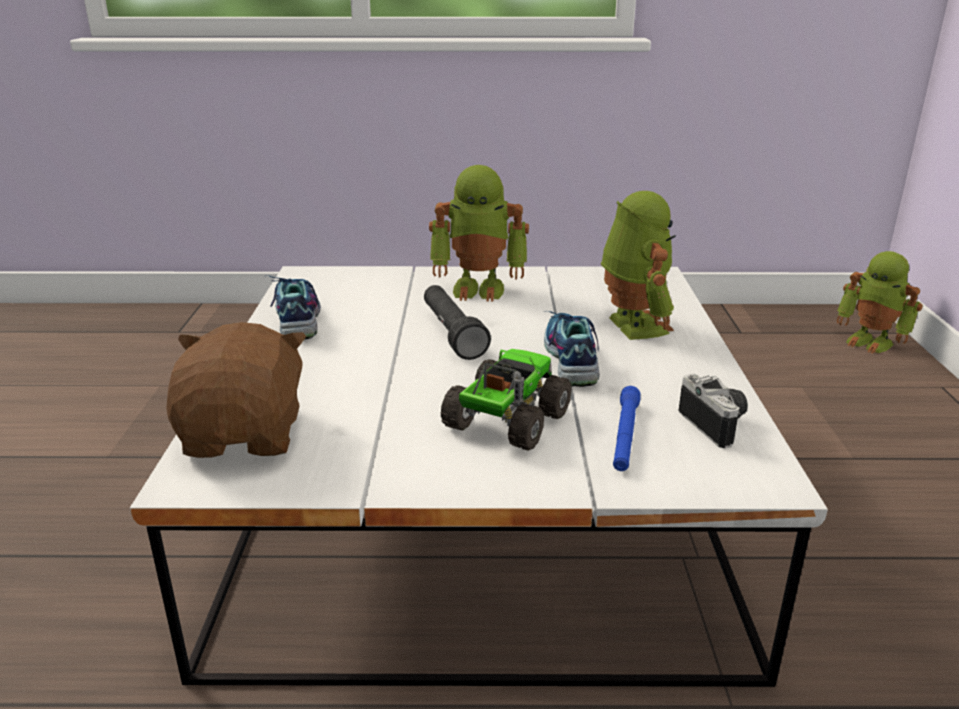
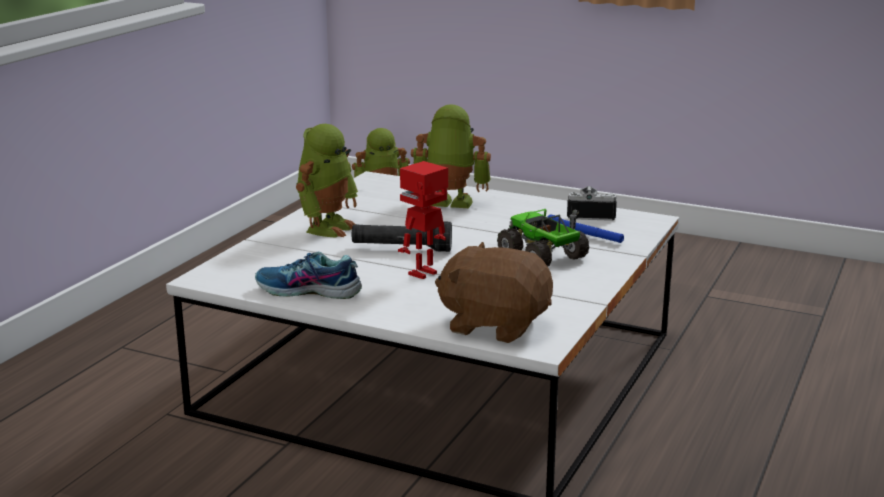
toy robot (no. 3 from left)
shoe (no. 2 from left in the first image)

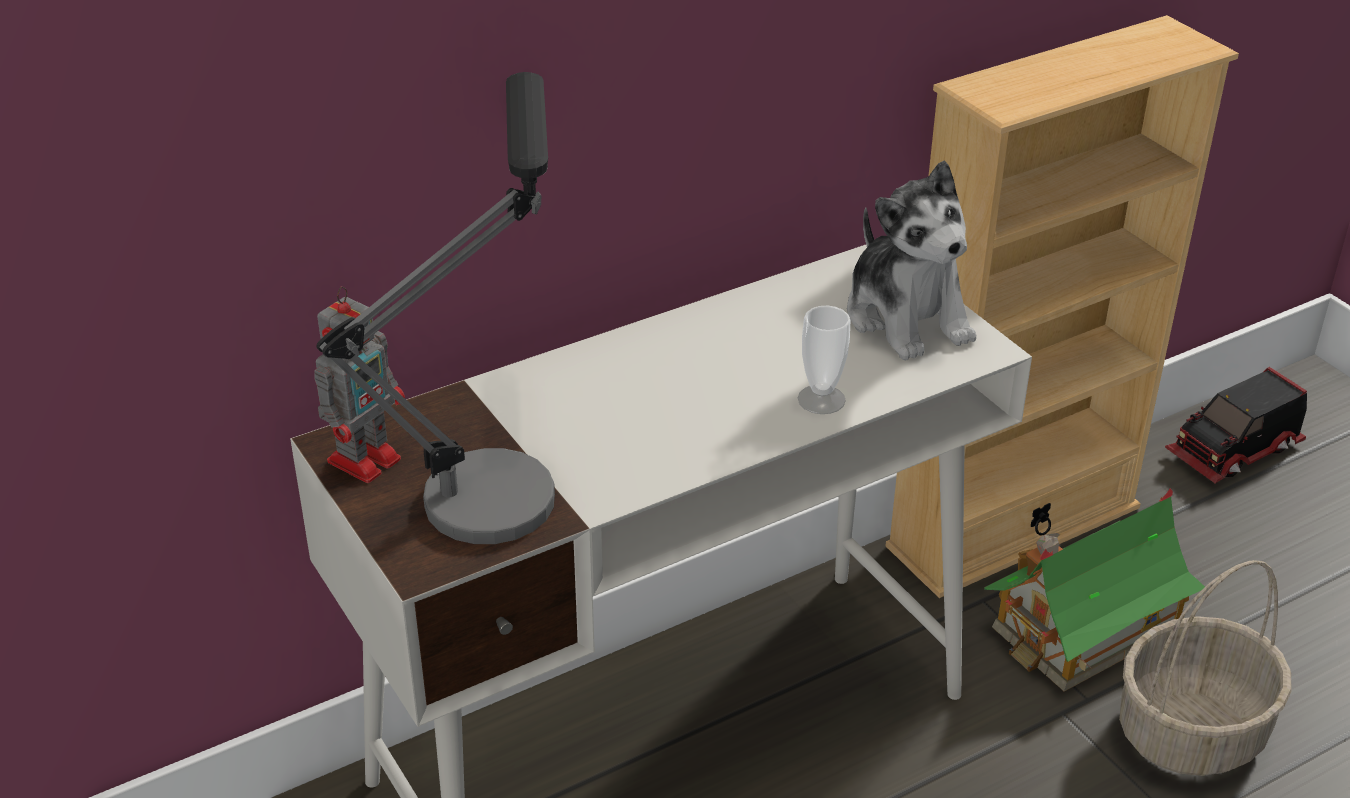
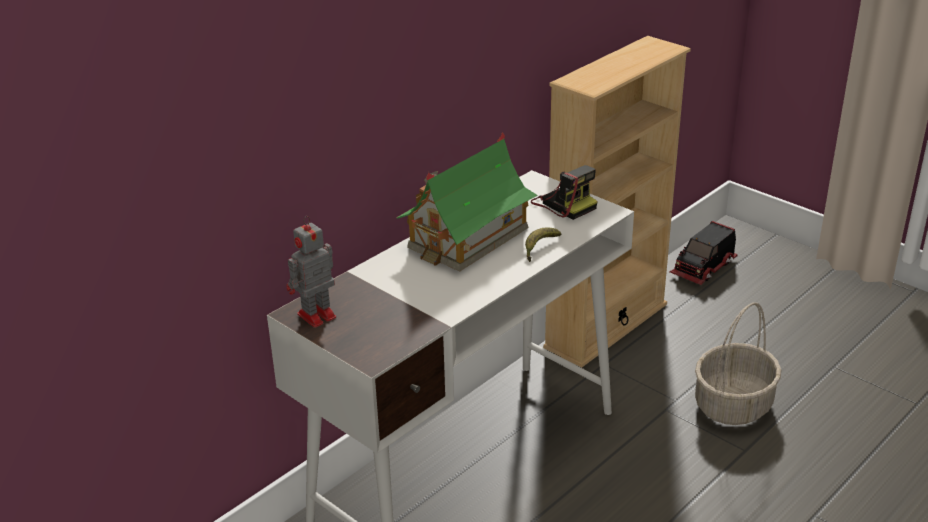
toy robot
toy house
banana
photo camera
table lamp

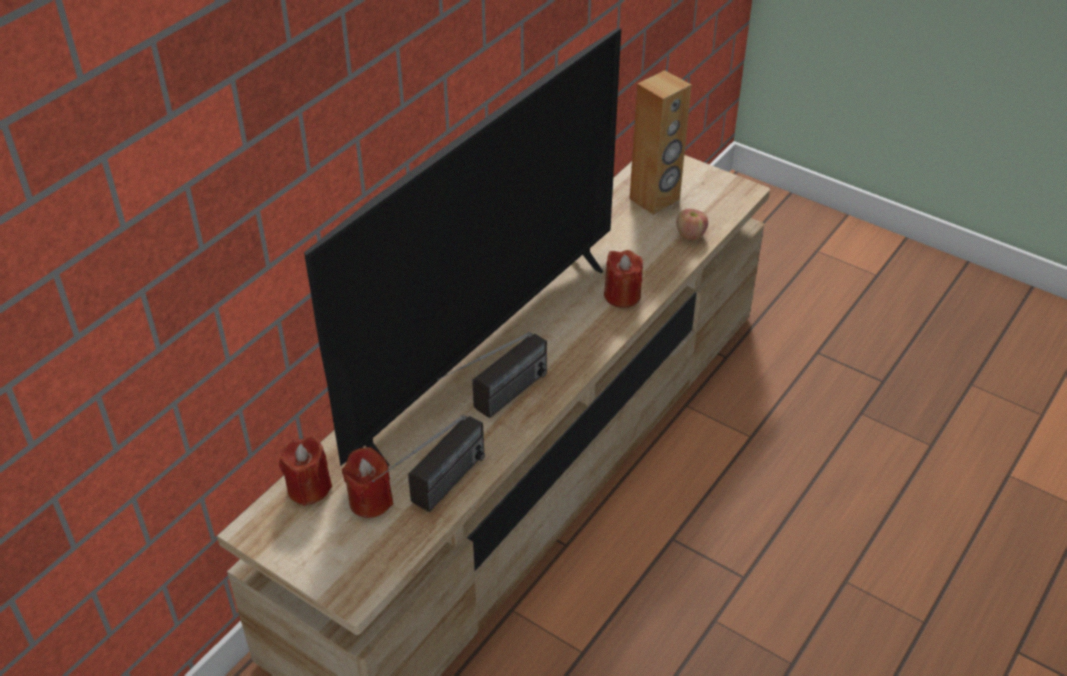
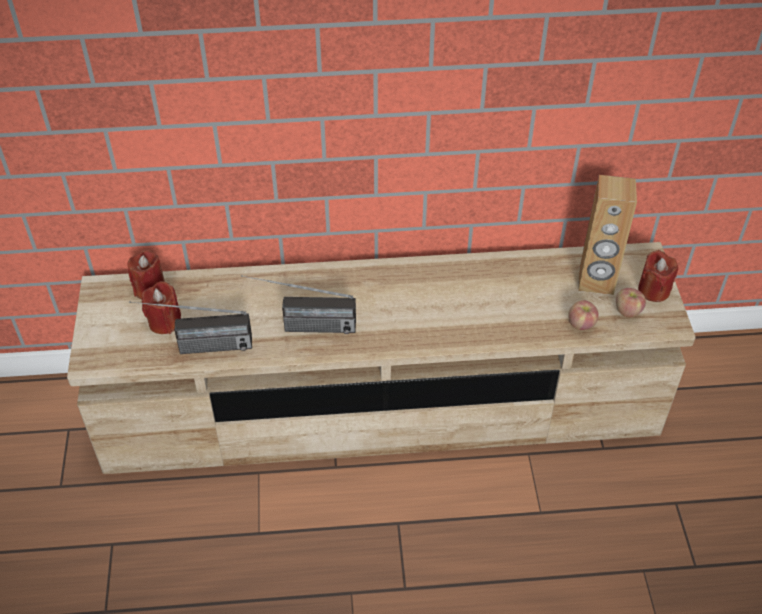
apple (no. 2 from left)
red candle (no. 3 from left)
television

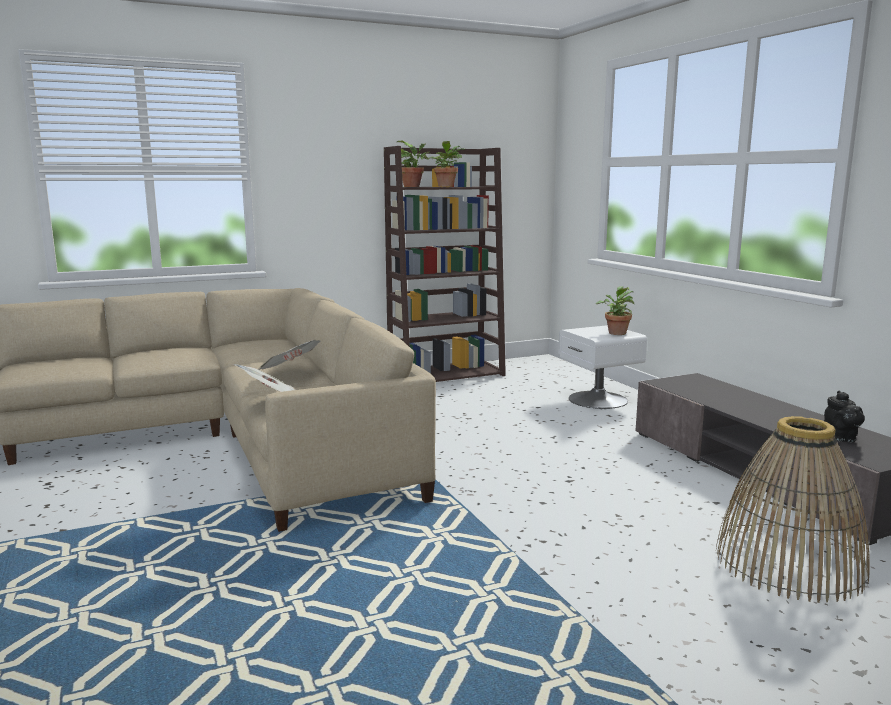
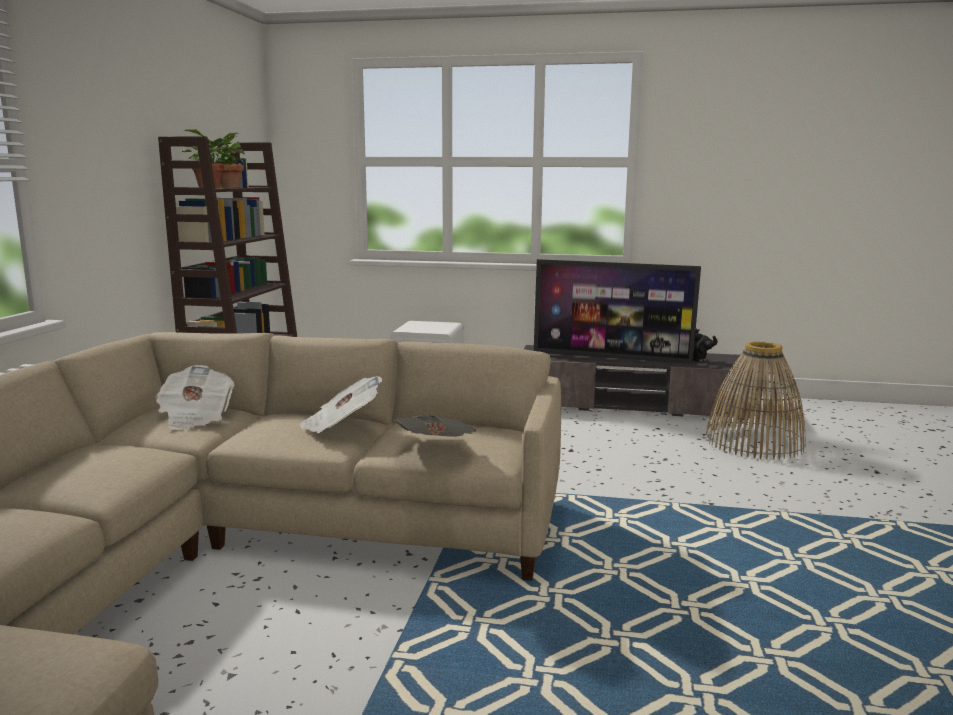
newspaper (no. 1 from left)
television
potted plant (no. 3 from left in the first image)

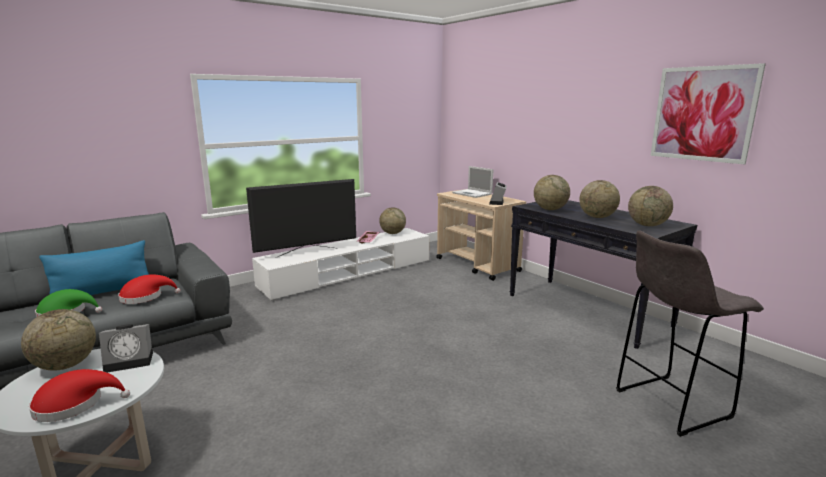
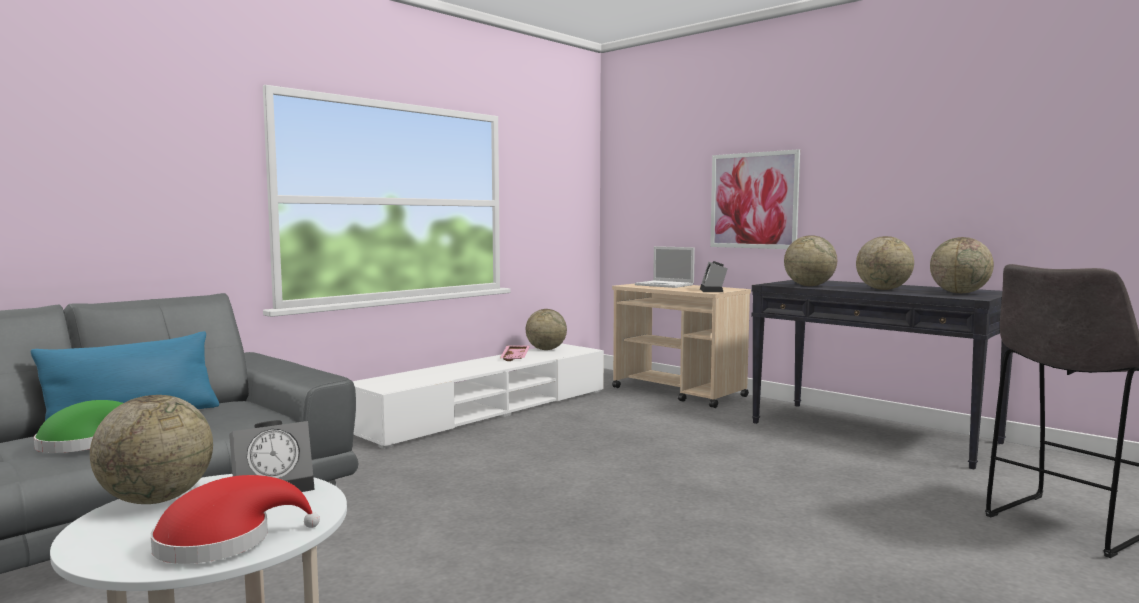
picture
red hat (no. 2 from left in the first image)
television

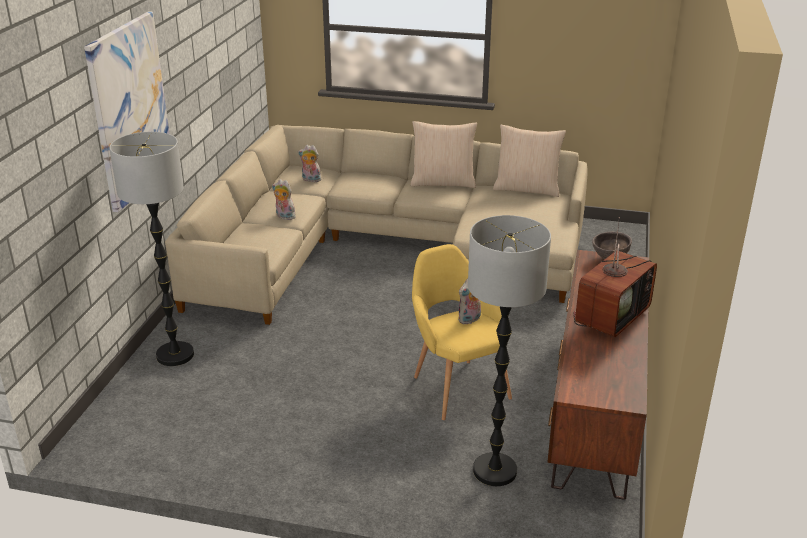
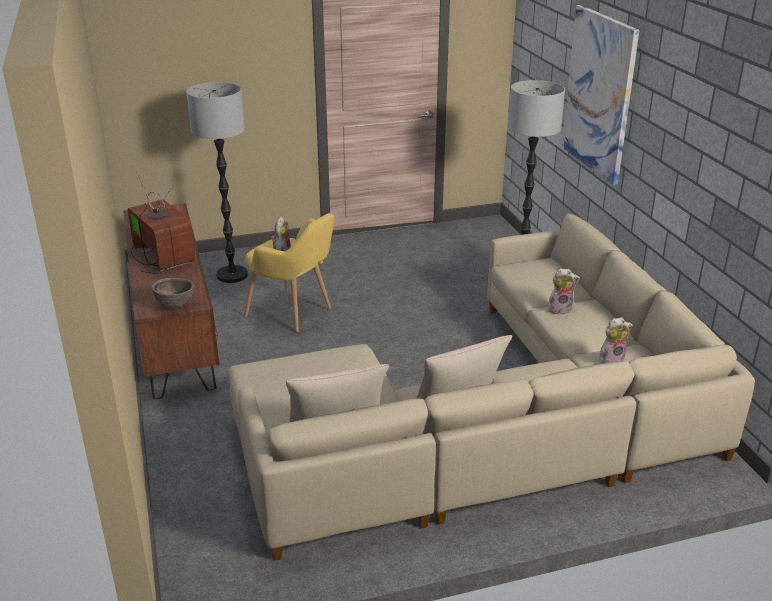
television

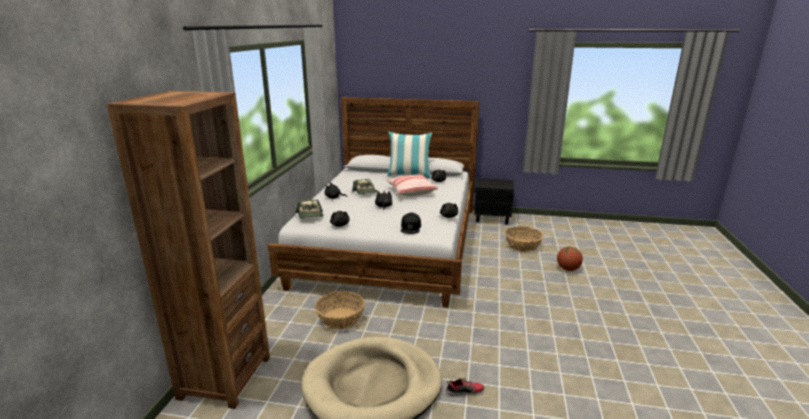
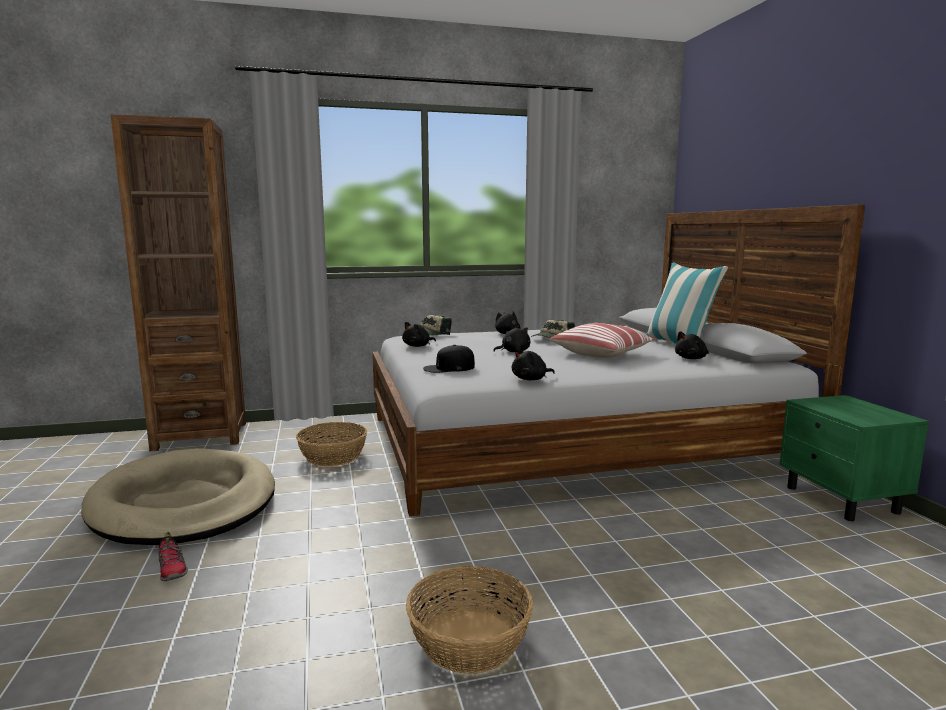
basket (no. 2 from left)
green nightstand
basketball

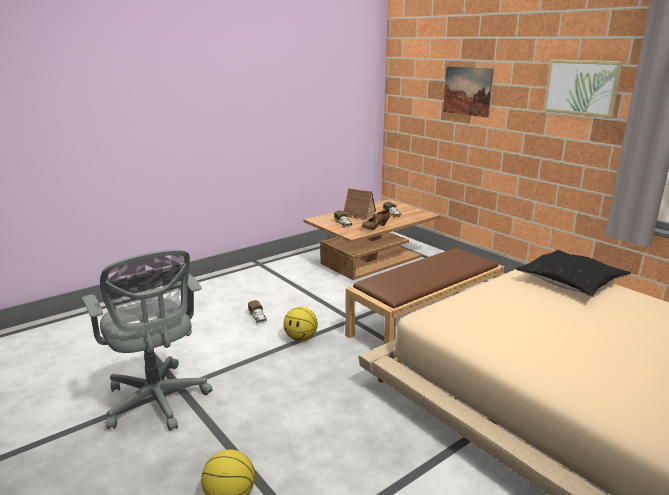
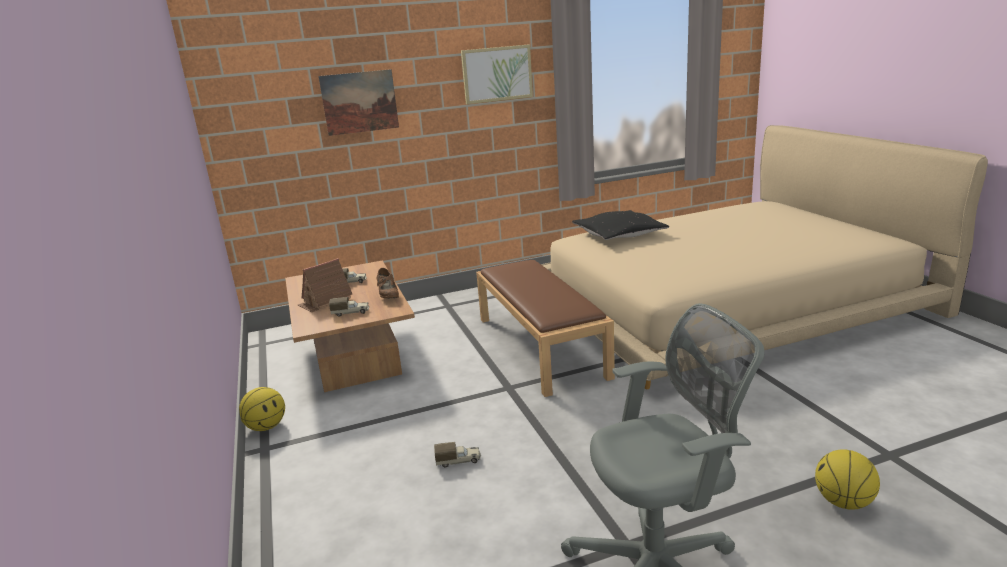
basketball (no. 1 from left)

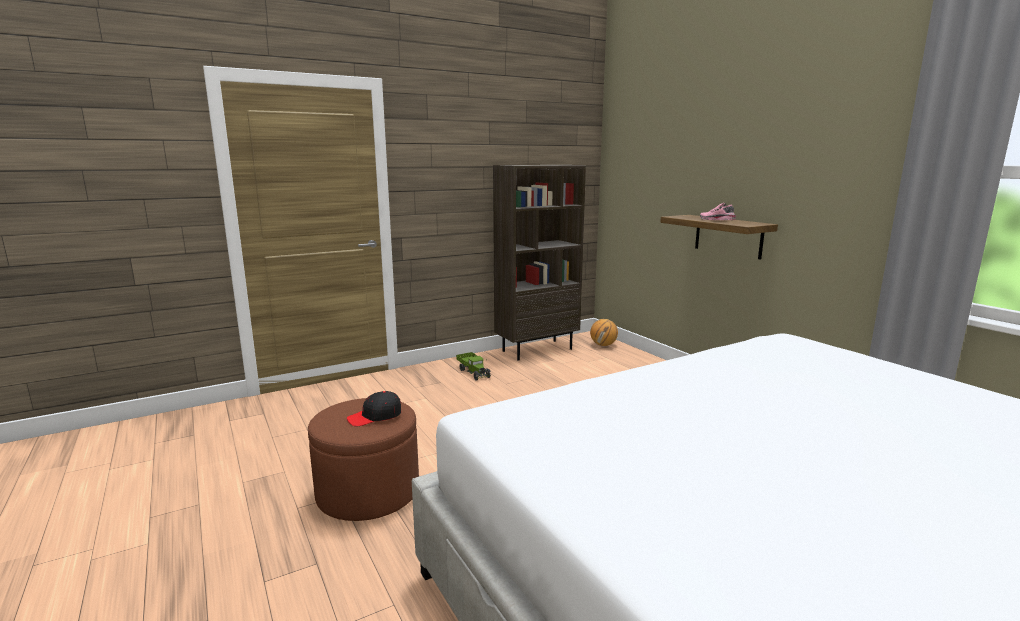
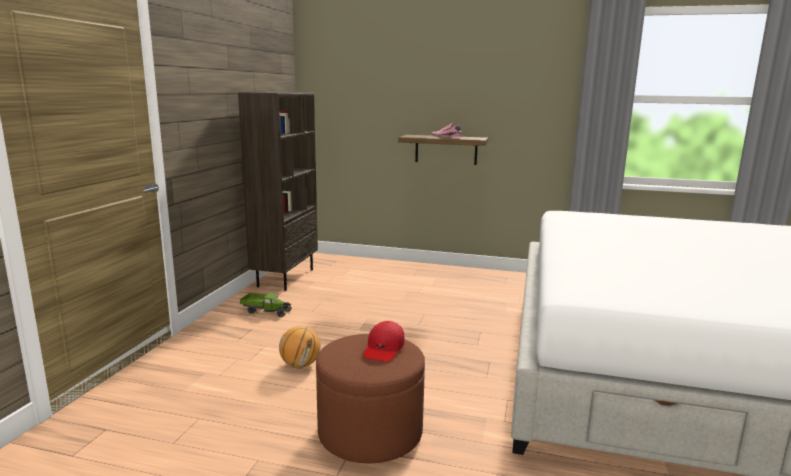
basketball
red cap

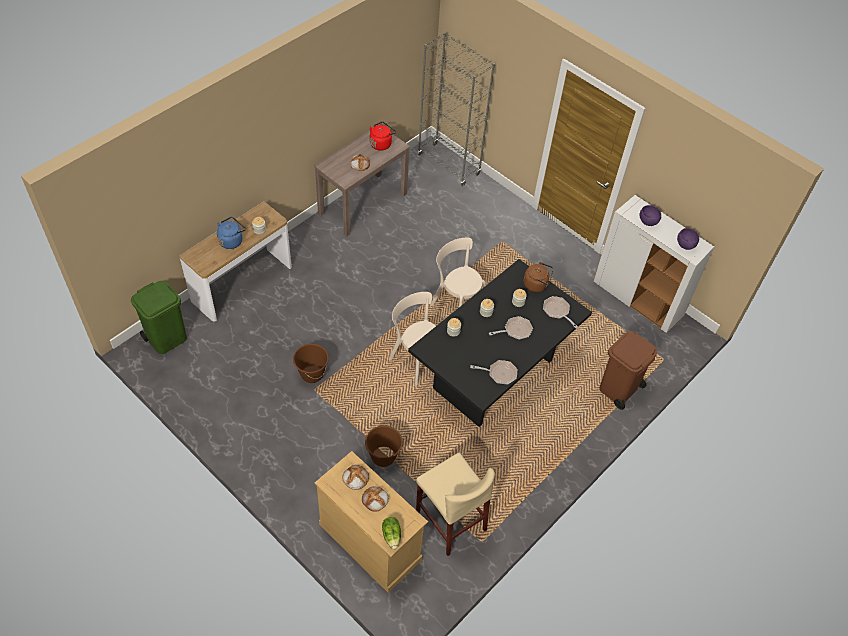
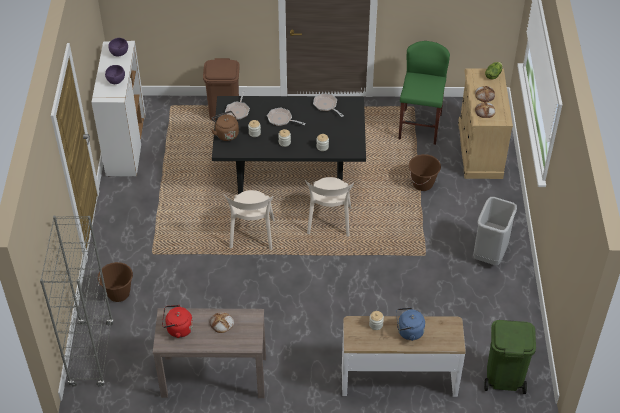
brown bucket (no. 1 from left)
green stool
grey trash can

